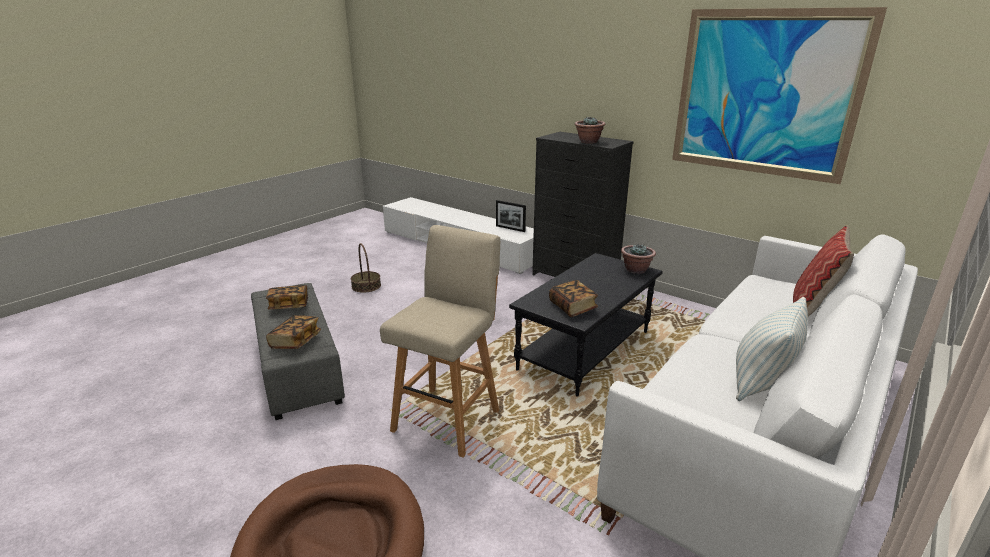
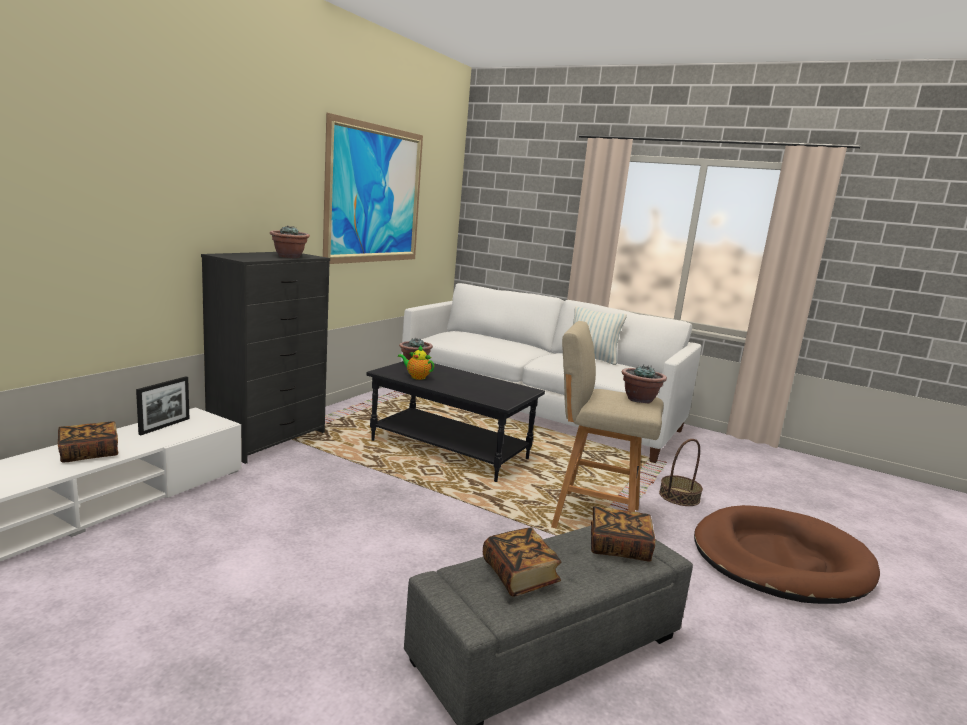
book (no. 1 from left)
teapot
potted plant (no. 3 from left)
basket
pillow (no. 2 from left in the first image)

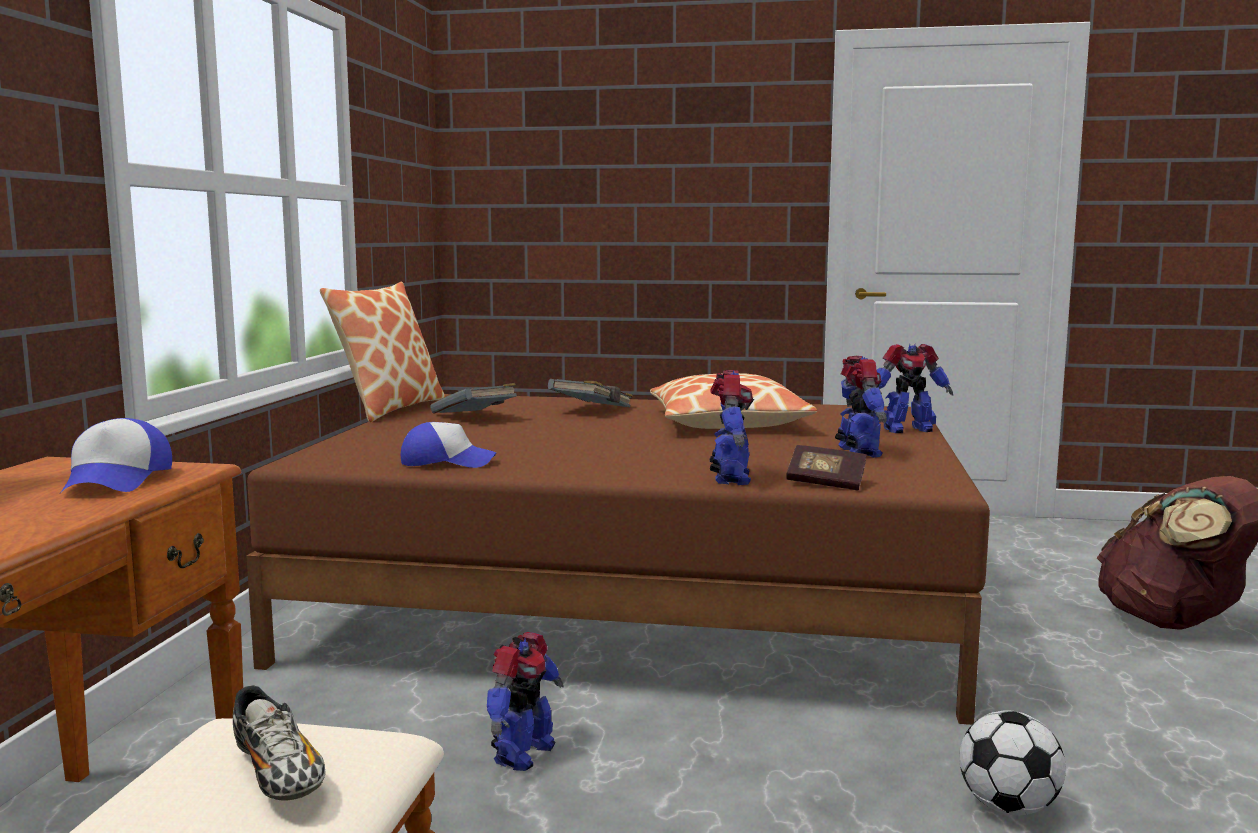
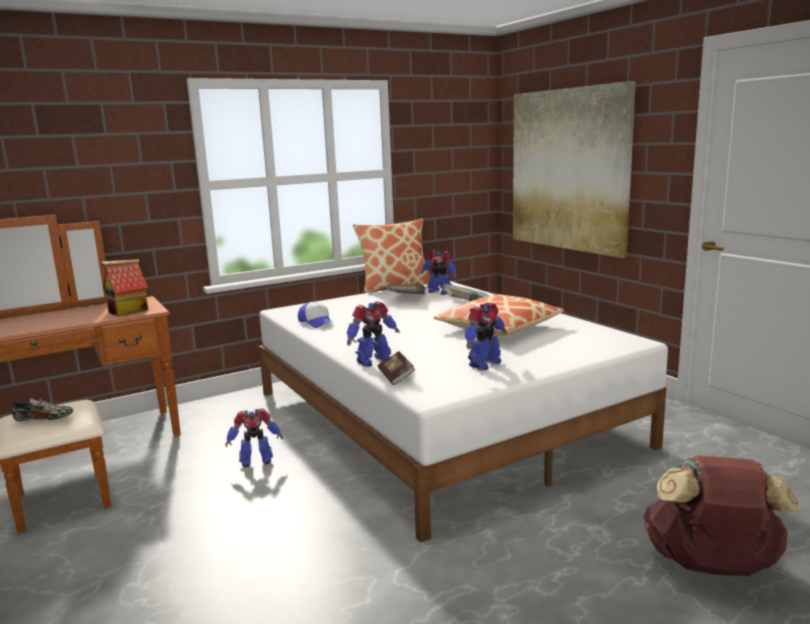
shoe
toy house
white bed
toy robot (no. 3 from left)
picture
football

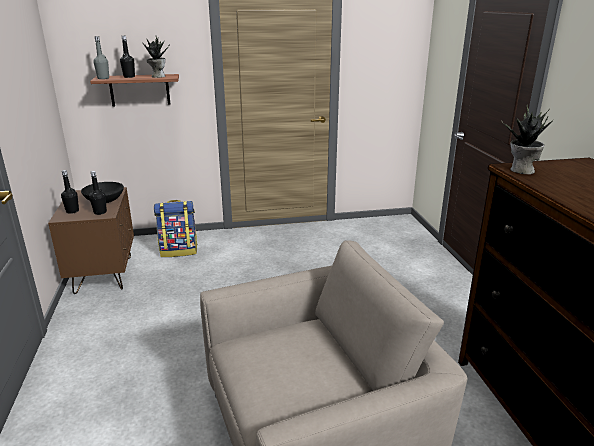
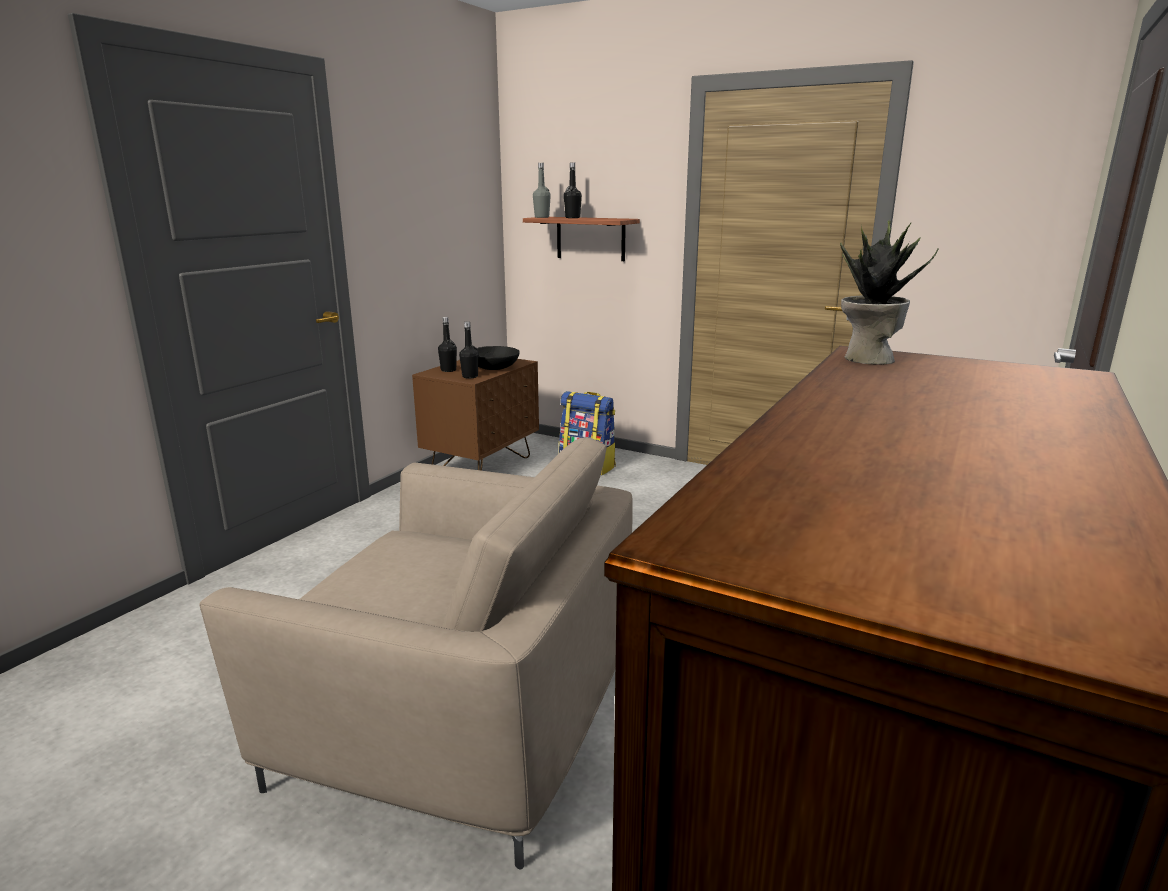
potted plant (no. 1 from left in the first image)

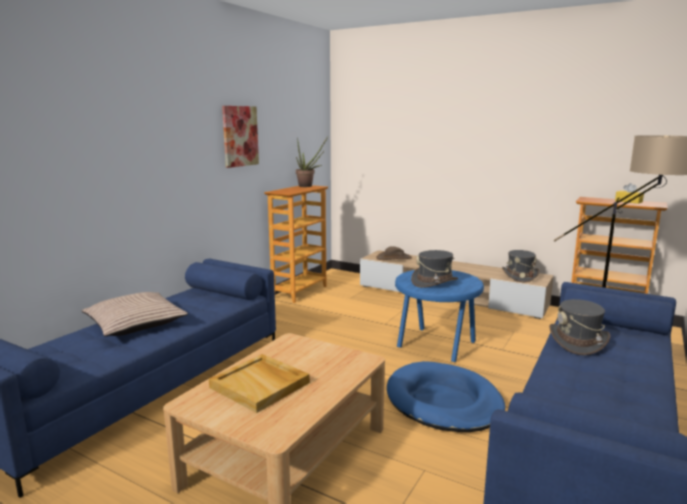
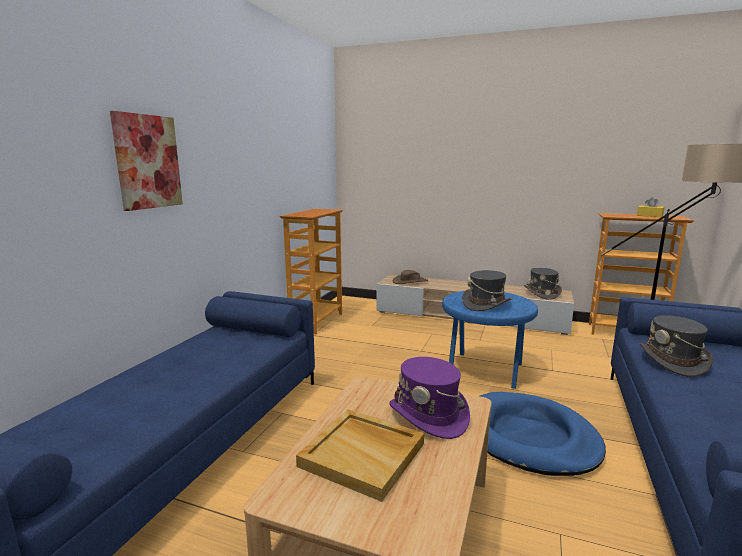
picture
purple hat
pillow
potted plant

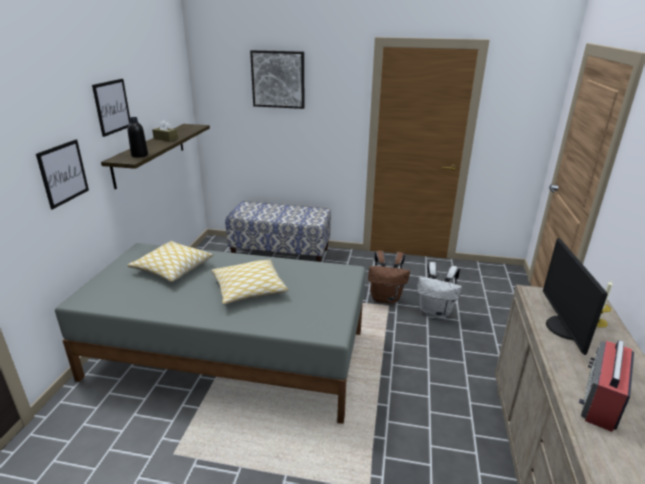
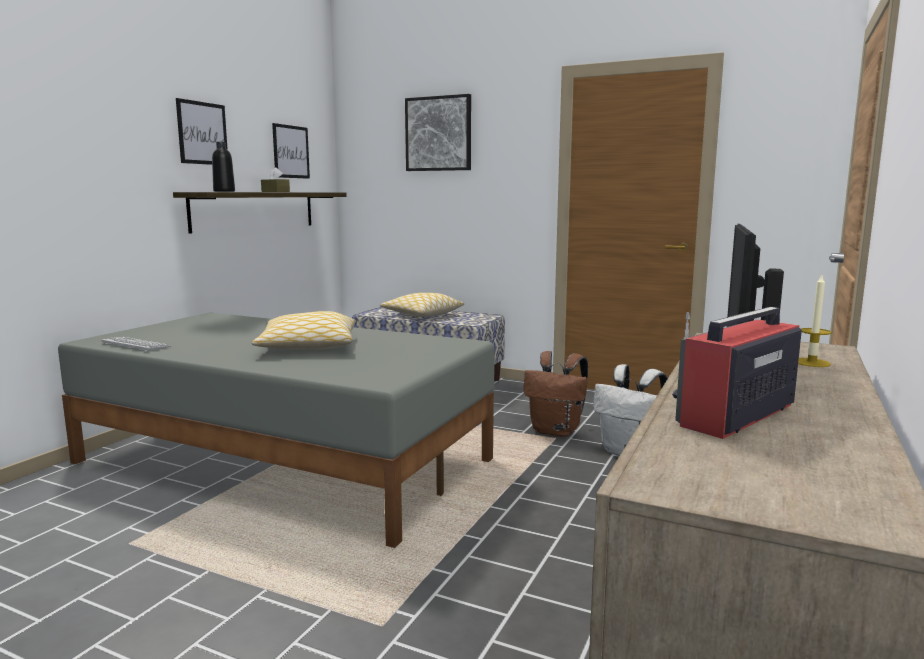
keyboard
picture (no. 2 from left)
pillow (no. 2 from left)

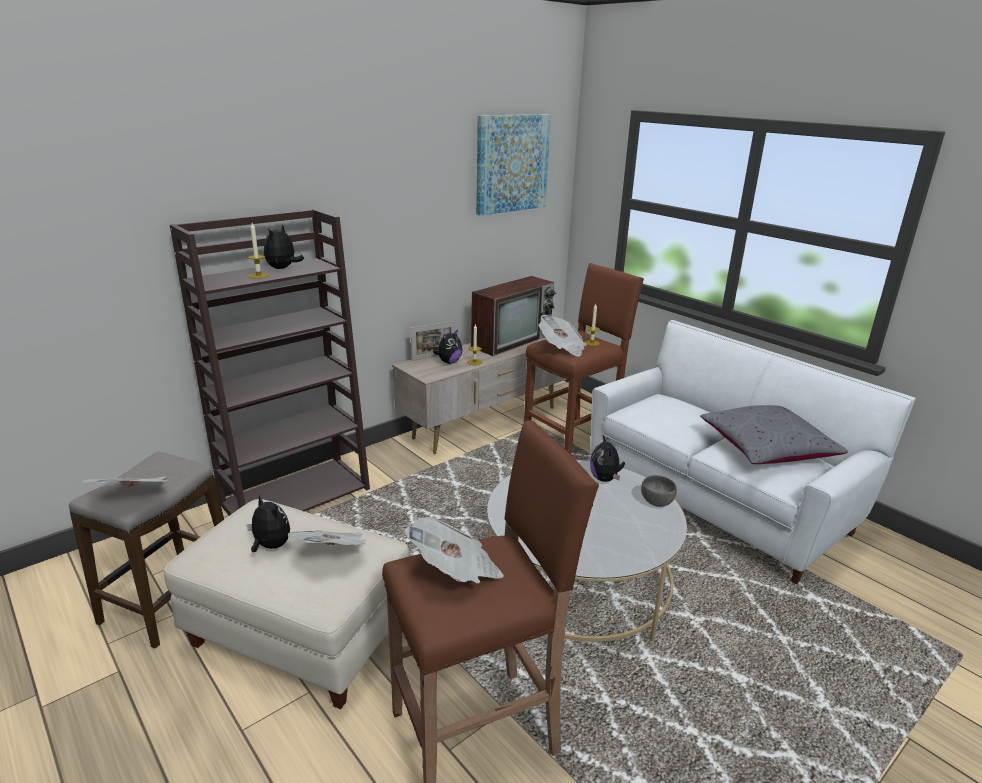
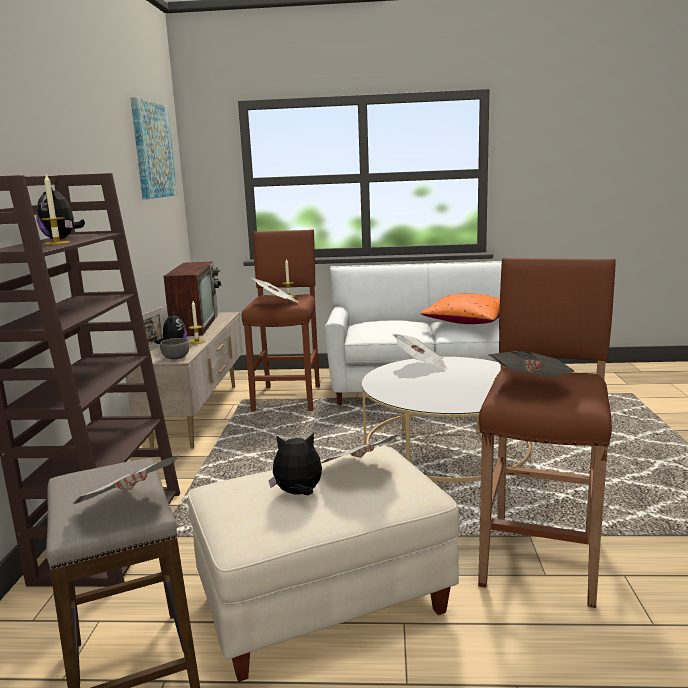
grey bowl
newspaper (no. 4 from left)
orange pillow

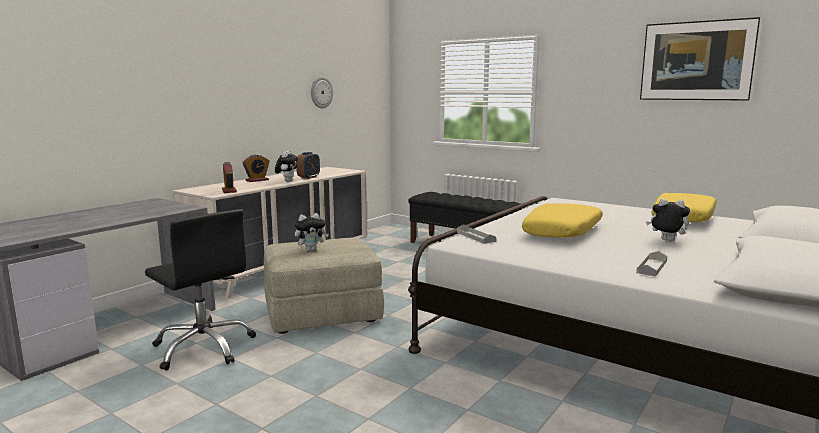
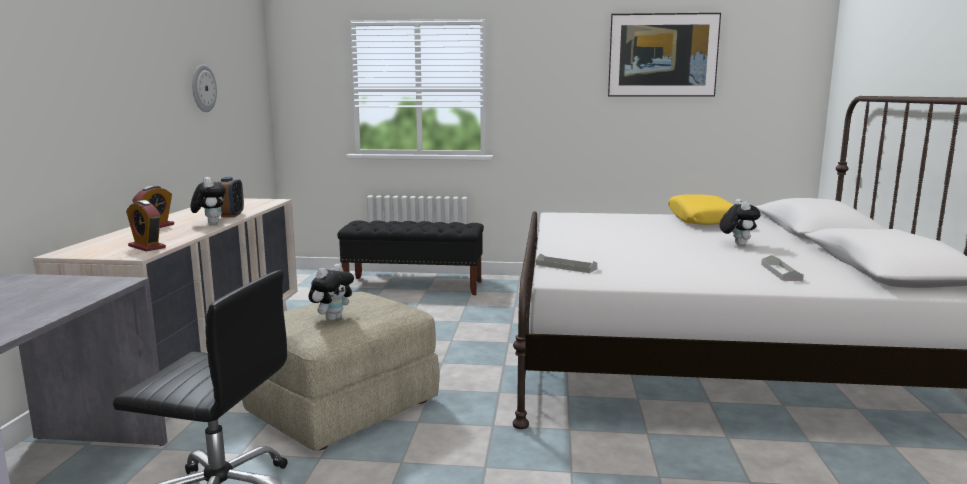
plush toy (no. 3 from left)
yellow pillow (no. 1 from left in the first image)

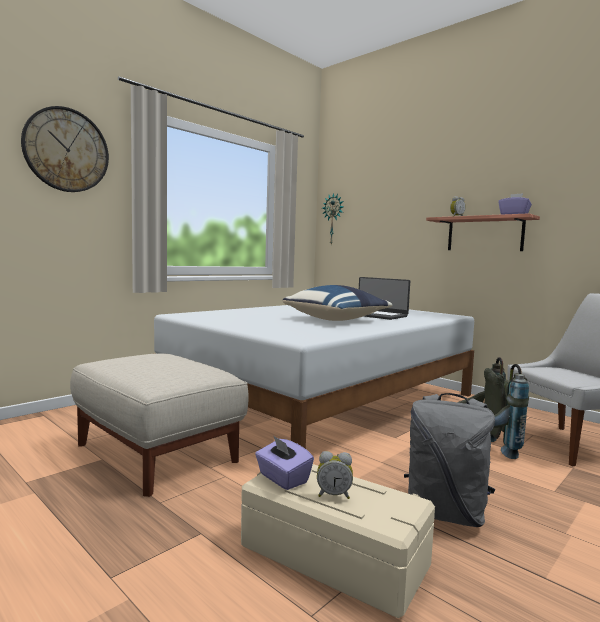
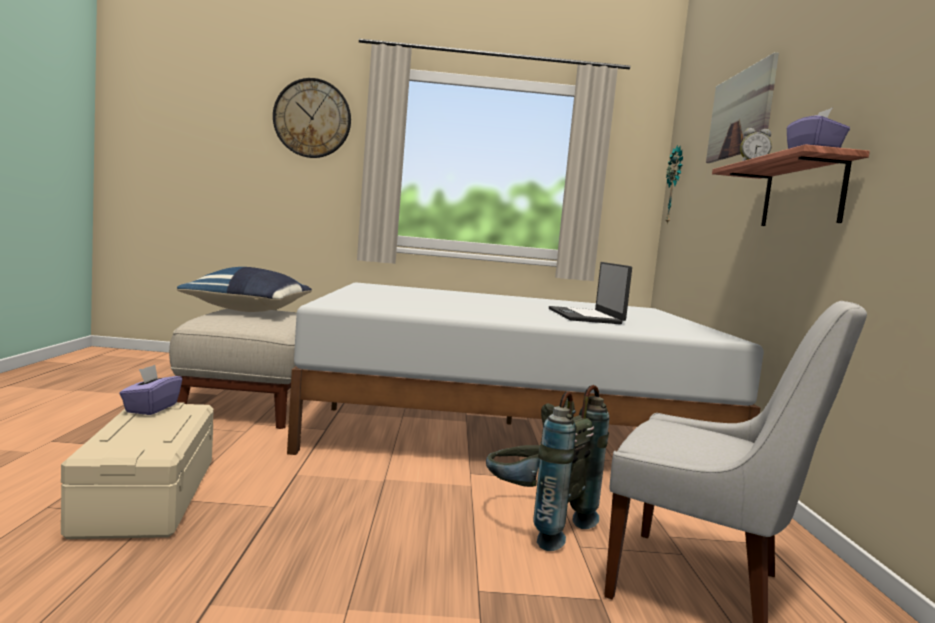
blue pillow
picture
alarm clock (no. 1 from left in the first image)
grey backpack (no. 1 from left in the first image)

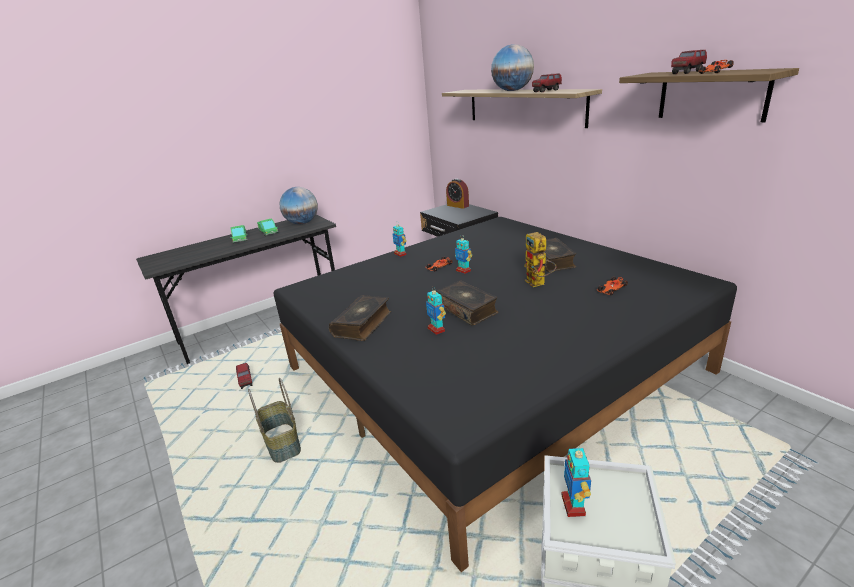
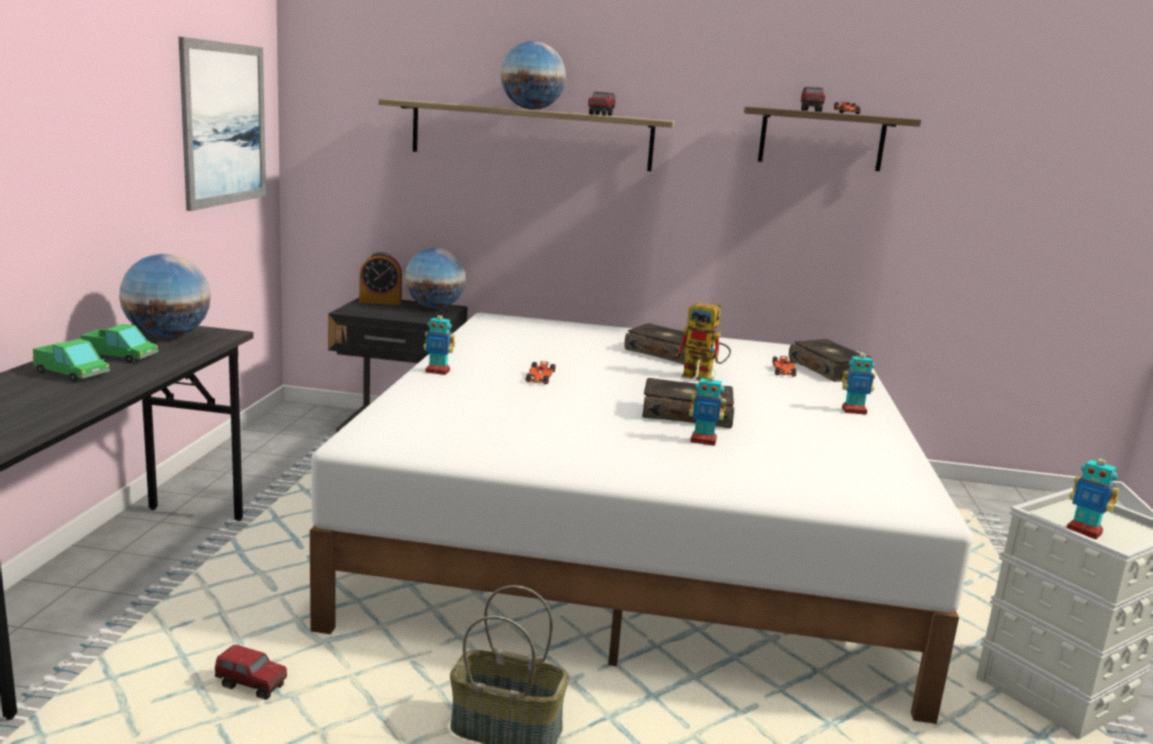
picture
white bed
globe (no. 2 from left)
book (no. 3 from left)
toy robot (no. 4 from left)

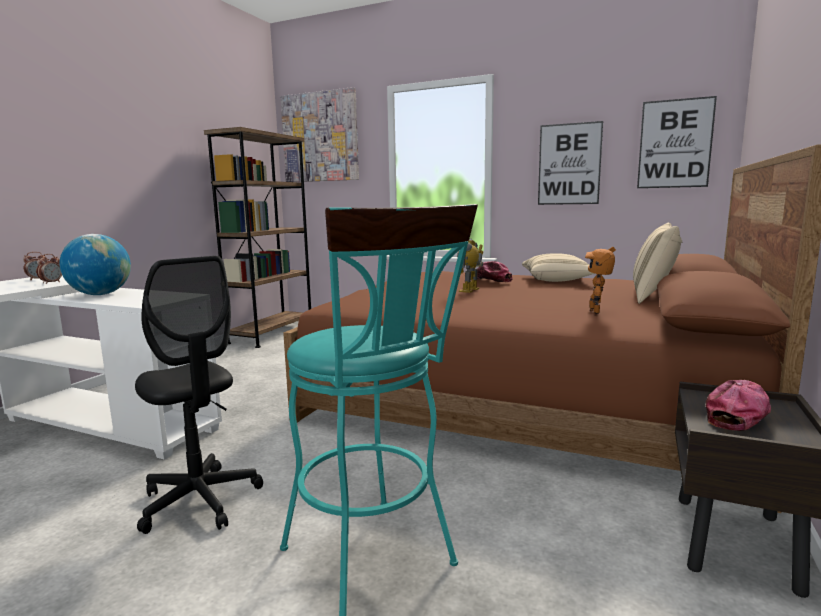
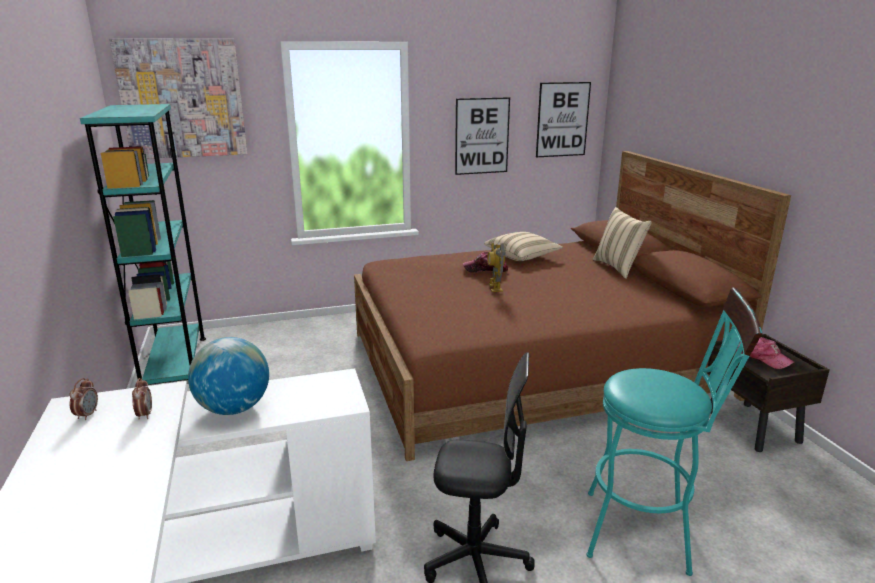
turquoise bookcase
cap (no. 2 from left)
toy robot (no. 2 from left in the first image)

